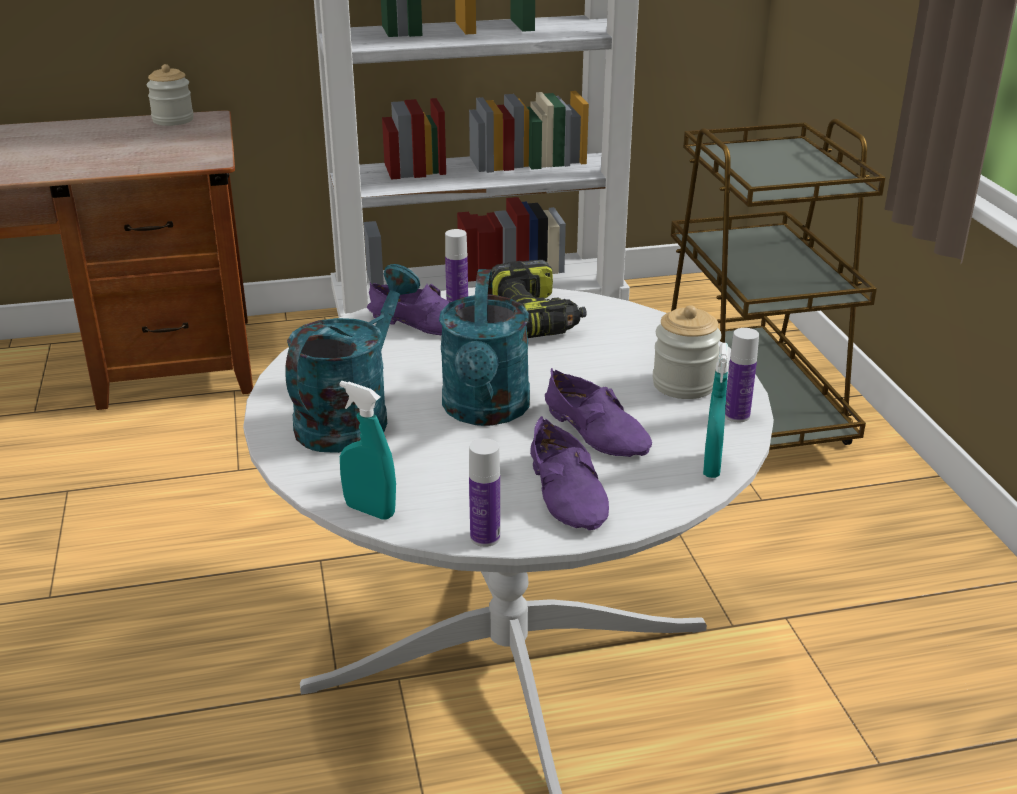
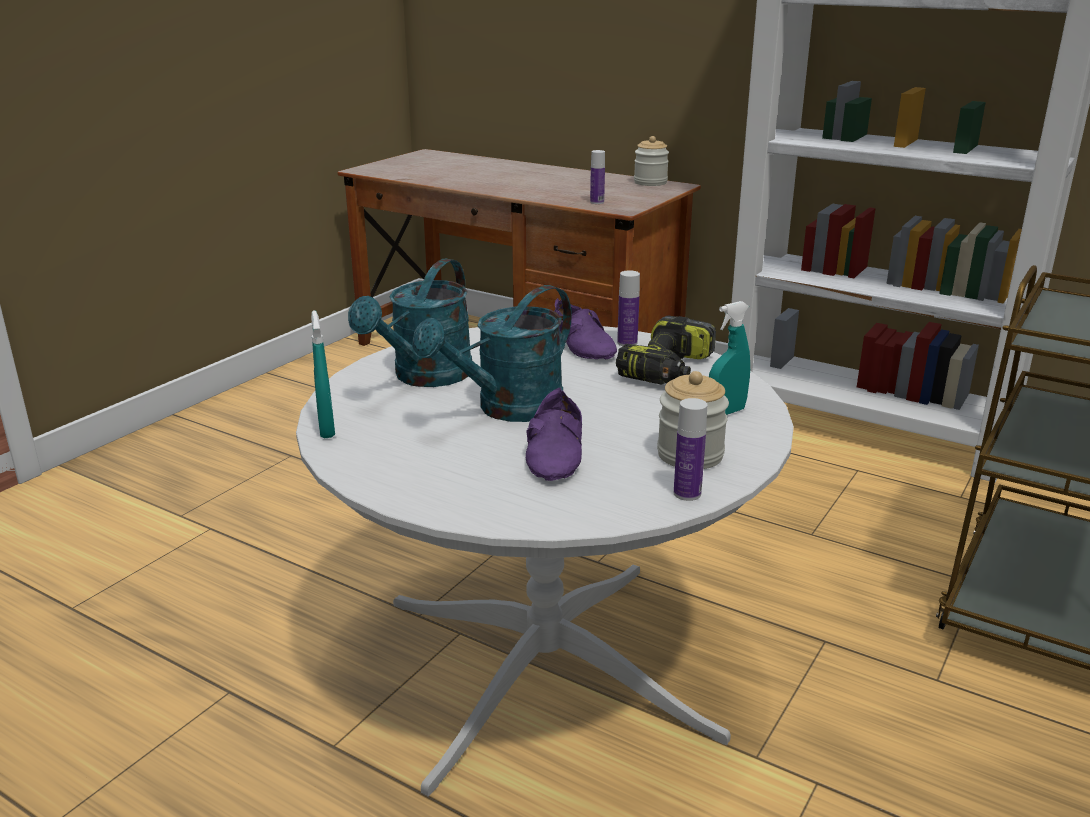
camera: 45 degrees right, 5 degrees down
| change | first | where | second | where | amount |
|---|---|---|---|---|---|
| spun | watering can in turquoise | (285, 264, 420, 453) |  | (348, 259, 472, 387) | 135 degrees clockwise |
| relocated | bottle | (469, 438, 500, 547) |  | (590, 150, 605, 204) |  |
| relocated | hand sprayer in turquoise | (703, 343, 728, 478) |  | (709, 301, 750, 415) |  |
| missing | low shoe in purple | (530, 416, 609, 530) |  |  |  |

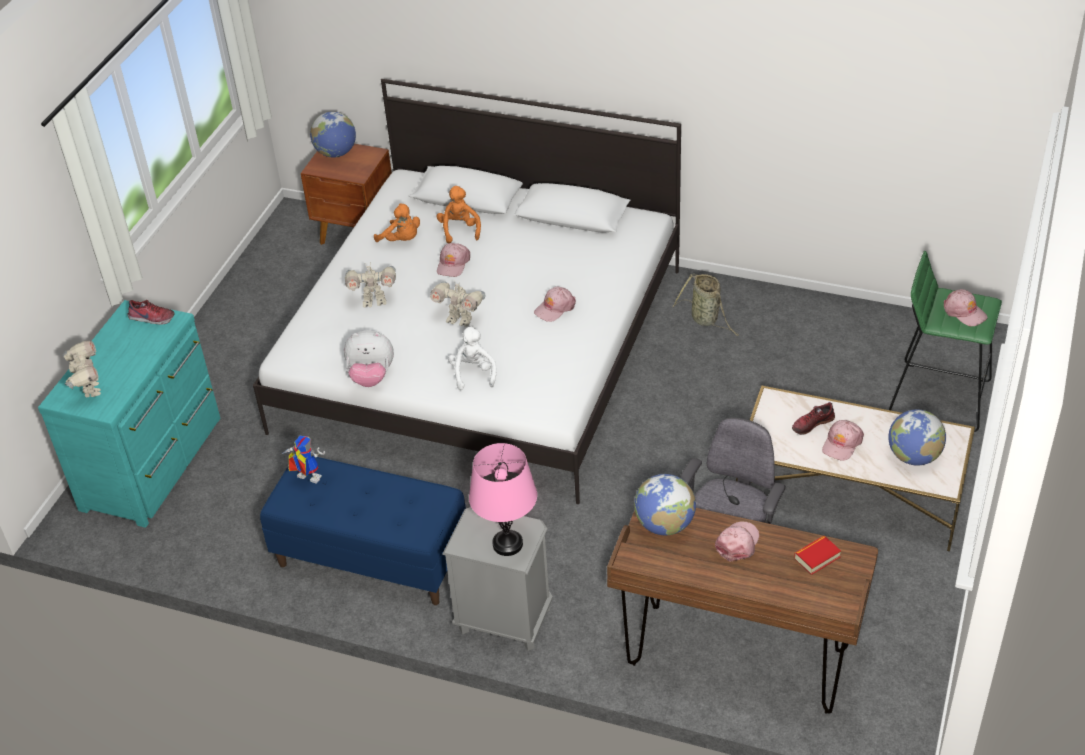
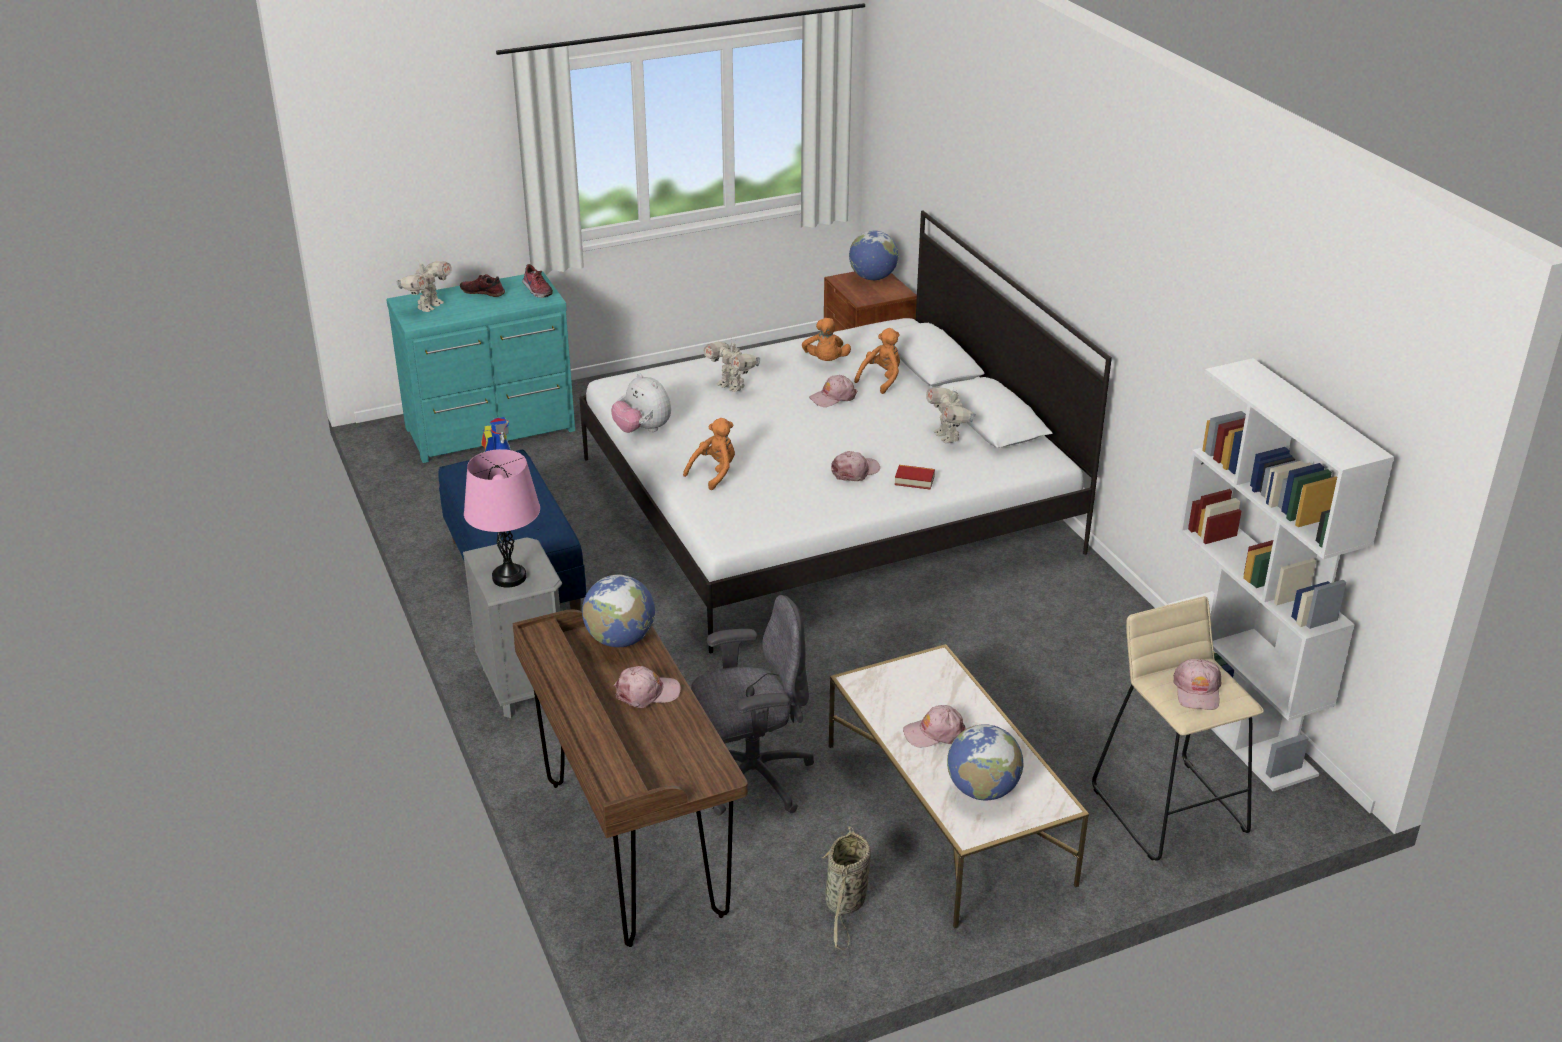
camera: 45 degrees right, 10 degrees down
| change | first | where | second | where | amount |
|---|---|---|---|---|---|
| relocated | low shoe | (792, 402, 835, 435) |  | (460, 274, 505, 297) |  |
| colour | plush toy in whitish | (448, 326, 497, 390) | plush toy in orange-coloured | (683, 418, 735, 490) |  |
| relocated | storage basket | (673, 274, 739, 336) |  | (822, 826, 871, 950) |  |
| spun | baseball cap in pink-coloured | (534, 286, 576, 322) |  | (831, 451, 880, 481) | 135 degrees clockwise |
| relocated | volume | (794, 536, 841, 575) |  | (895, 465, 935, 490) |  |
| relocated | toy robot | (430, 281, 485, 327) |  | (926, 387, 976, 443) |  |
| colour | stool seat in greenish | (889, 251, 1002, 432) | stool seat in beige | (1092, 596, 1264, 861) |  |
| appeared |  |  | bookshelf in whitish | (1168, 358, 1394, 791) |  |

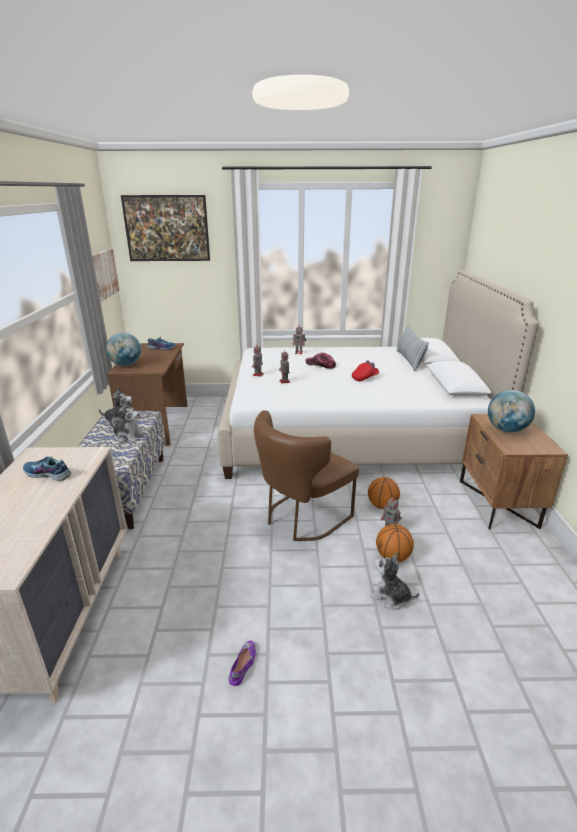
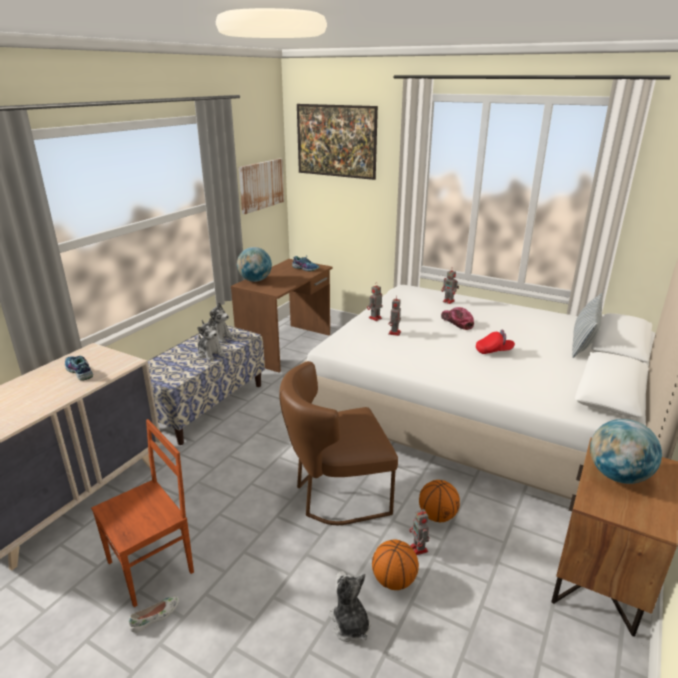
camera: 30 degrees right, 0 degrees up
| change | first | where | second | where | amount |
|---|---|---|---|---|---|
| appeared |  |  | upright chair in brown-coloured | (91, 419, 194, 607) |  |
| colour | low shoe in purple | (229, 640, 256, 686) | low shoe in whitish | (129, 596, 179, 633) |  |

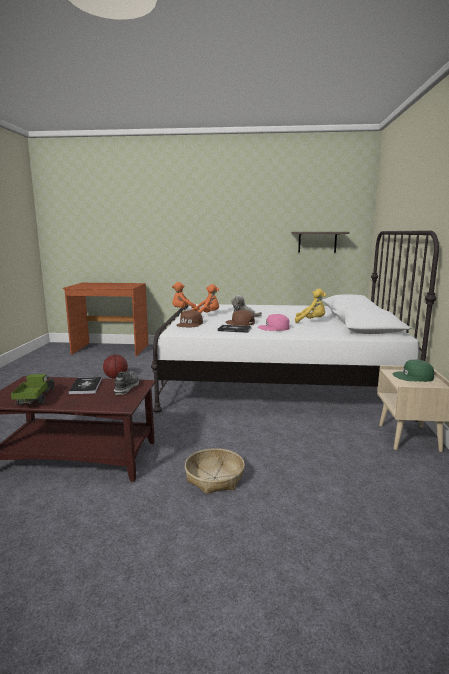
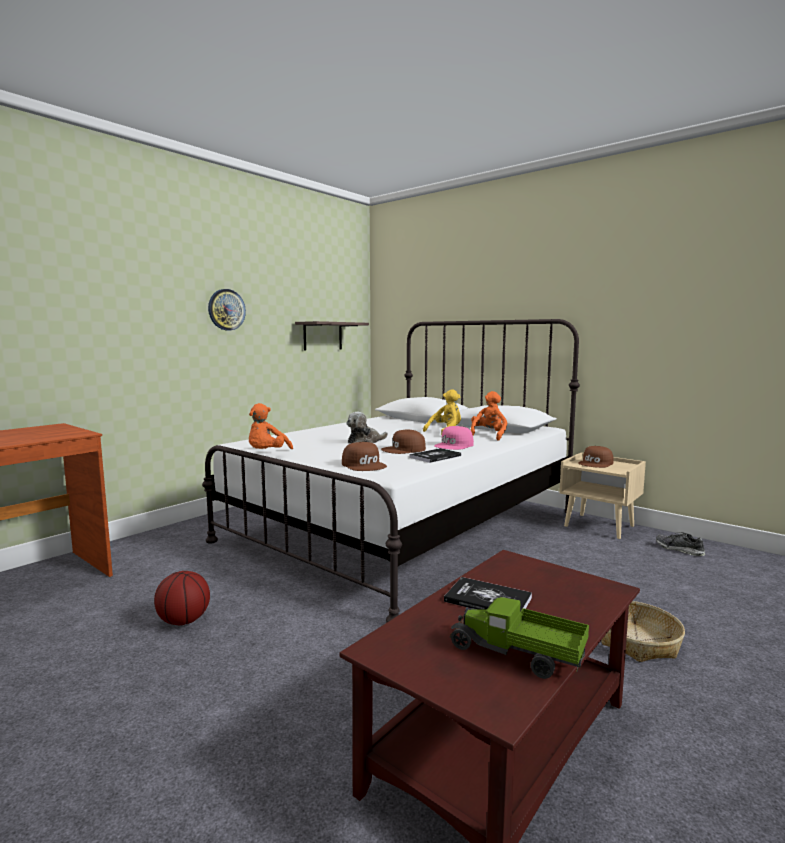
camera: 55 degrees left, 5 degrees down
| change | first | where | second | where | amount |
|---|---|---|---|---|---|
| appeared |  |  | wall clock | (208, 289, 246, 330) |  |
| relocated | plush toy in orange-coloured | (191, 284, 219, 313) |  | (470, 391, 507, 441) |  |
| colour | baseball cap in greenish | (393, 360, 434, 382) | baseball cap in brown-coloured | (579, 446, 614, 468) |  |
| relocated | low shoe | (114, 371, 139, 395) |  | (656, 532, 705, 556) |  |

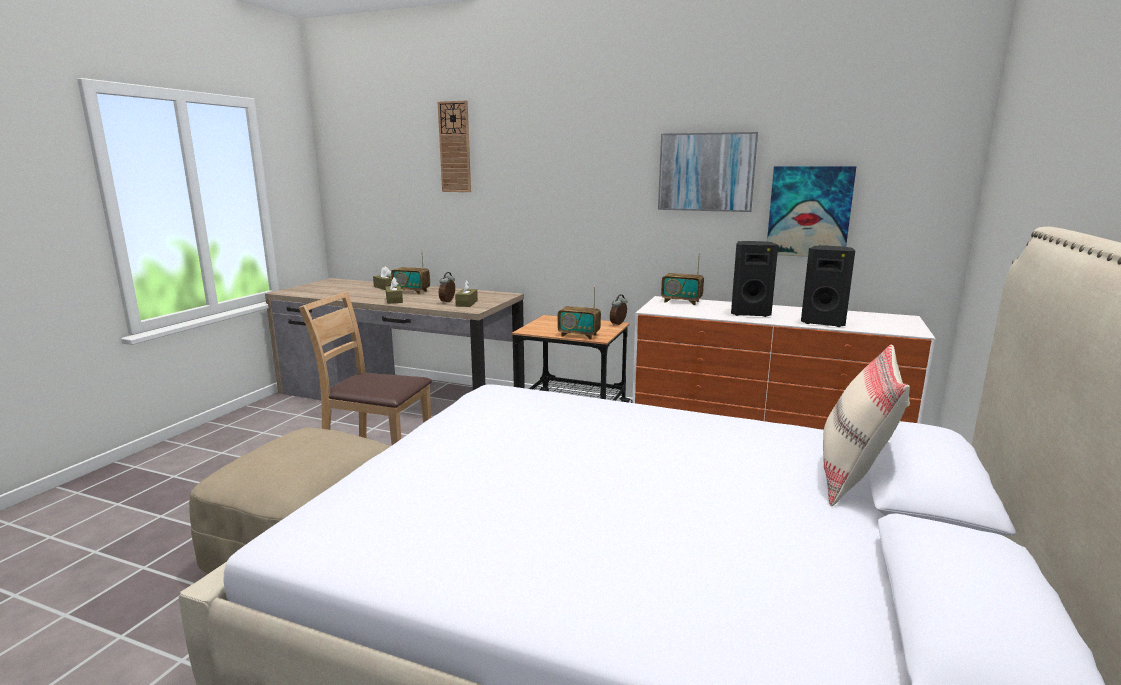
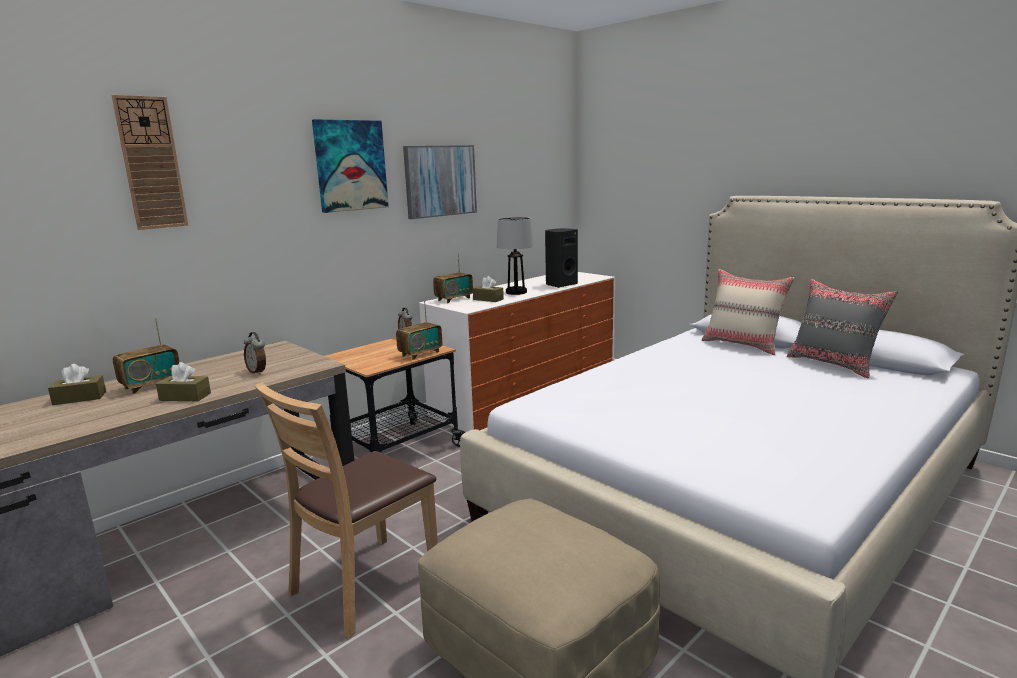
camera: 65 degrees left, 0 degrees up
| change | first | where | second | where | amount |
|---|---|---|---|---|---|
| relocated | wall art | (767, 166, 856, 257) |  | (312, 119, 389, 213) |  |
| relocated | tissue holder in brown-coloured | (455, 280, 478, 307) |  | (473, 276, 504, 302) |  |
| exchanged | loudspeaker in blackish | (731, 241, 778, 317) | tabletop lamp | (497, 217, 533, 295) |  |
| appeared |  |  | pillow in gray | (787, 279, 898, 379) |  |

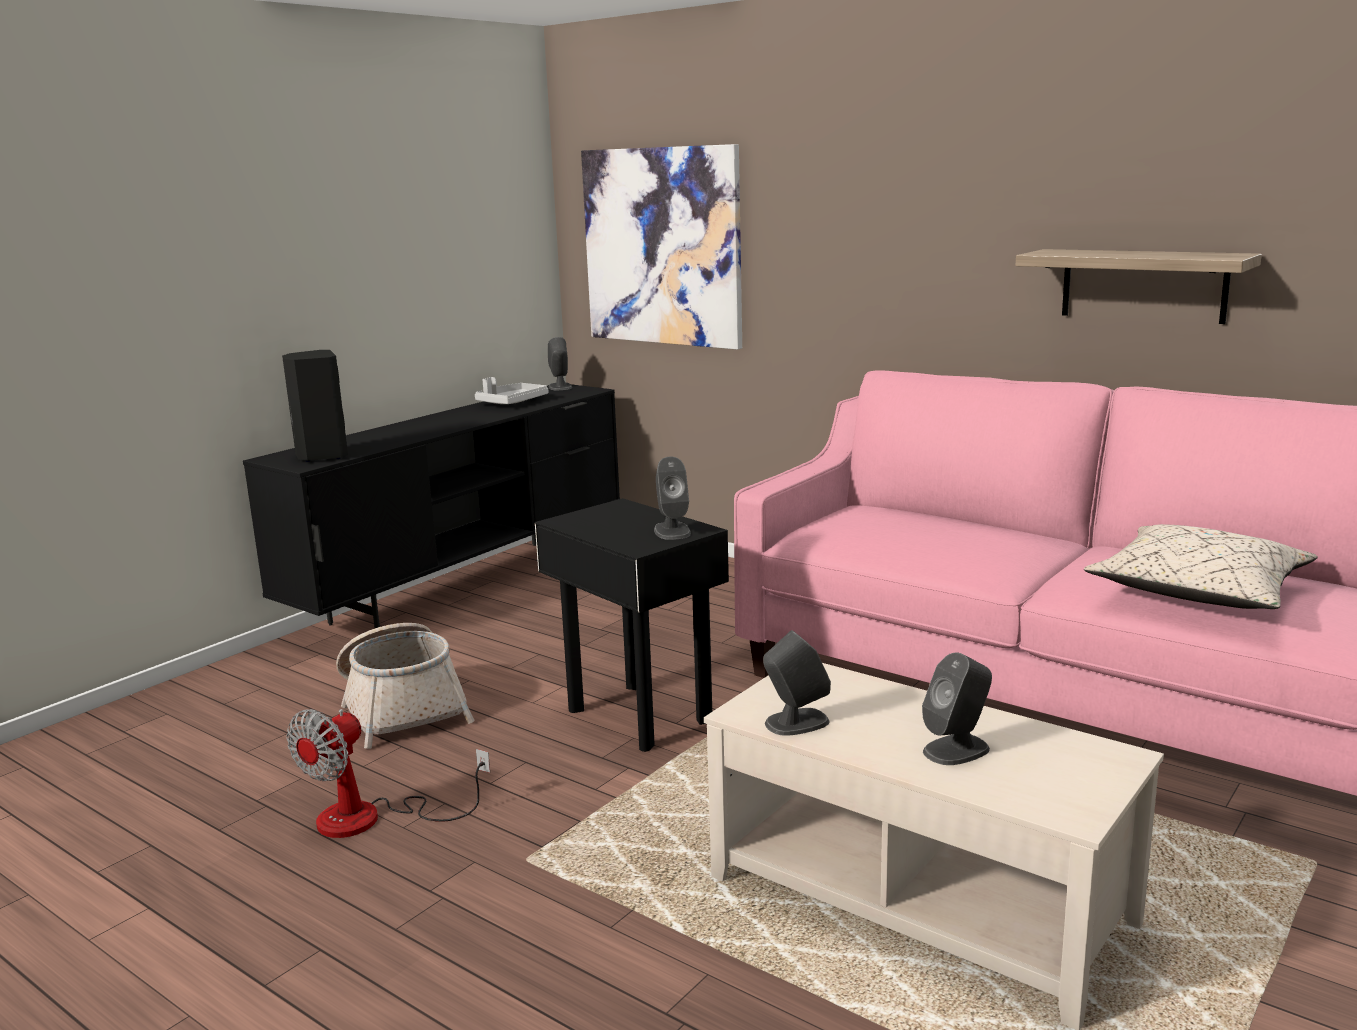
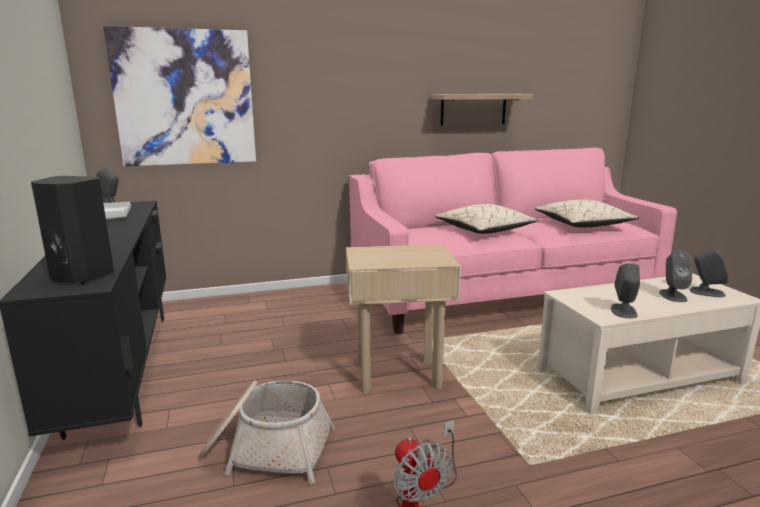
camera: 55 degrees left, 0 degrees up
| change | first | where | second | where | amount |
|---|---|---|---|---|---|
| colour | end table in blackish | (535, 498, 729, 752) | end table in beige | (346, 244, 461, 393) |  |
| appeared |  |  | pillow in beige | (435, 204, 539, 234) |  |
| relocated | loudspeaker in gray | (654, 457, 691, 540) |  | (690, 247, 728, 297) |  |

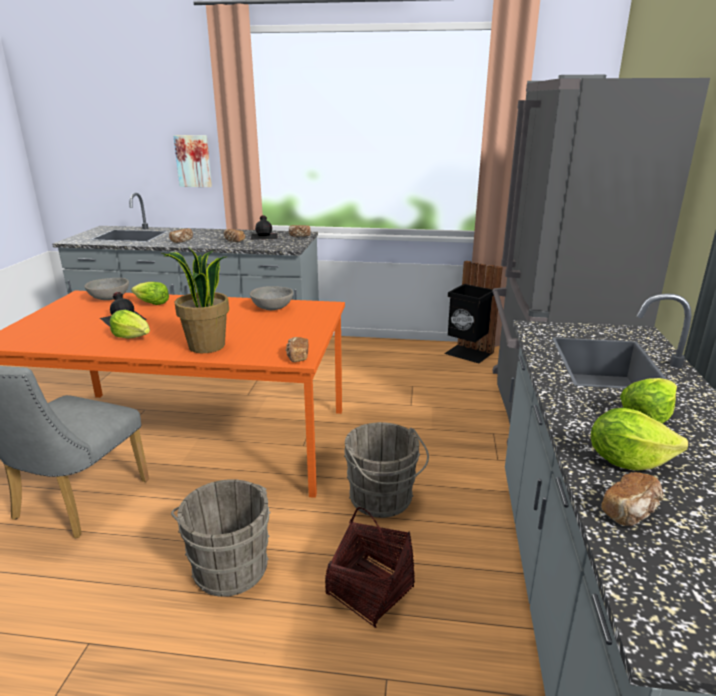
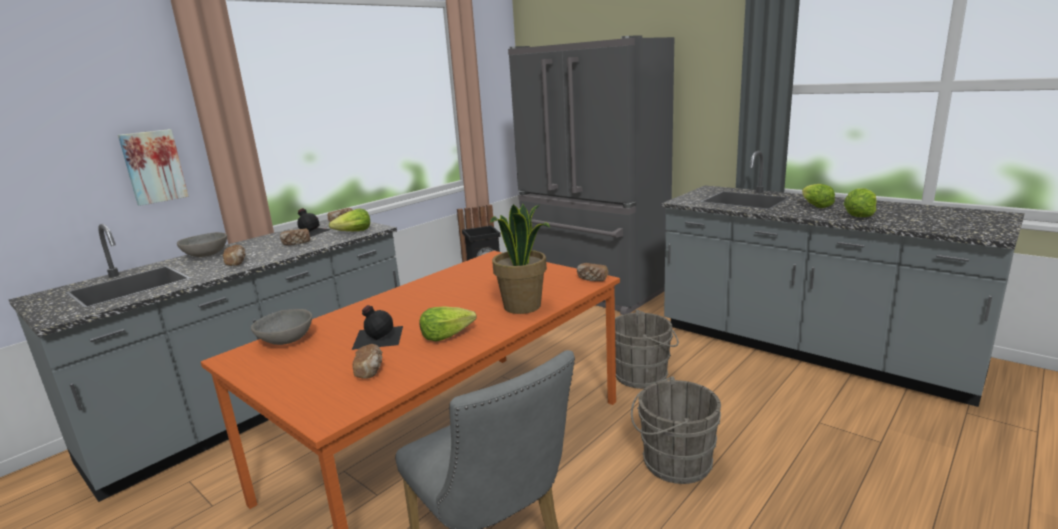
camera: 55 degrees left, 5 degrees down
| change | first | where | second | where | amount |
|---|---|---|---|---|---|
| relocated | bowl in gray | (250, 286, 293, 310) |  | (177, 232, 227, 257) |  |
| relocated | lettuce | (131, 282, 169, 305) |  | (329, 208, 370, 231) |  |
| relocated | bread | (601, 472, 664, 526) |  | (352, 344, 383, 379) |  |
| missing | storage basket | (325, 507, 415, 628) |  |  |  |

